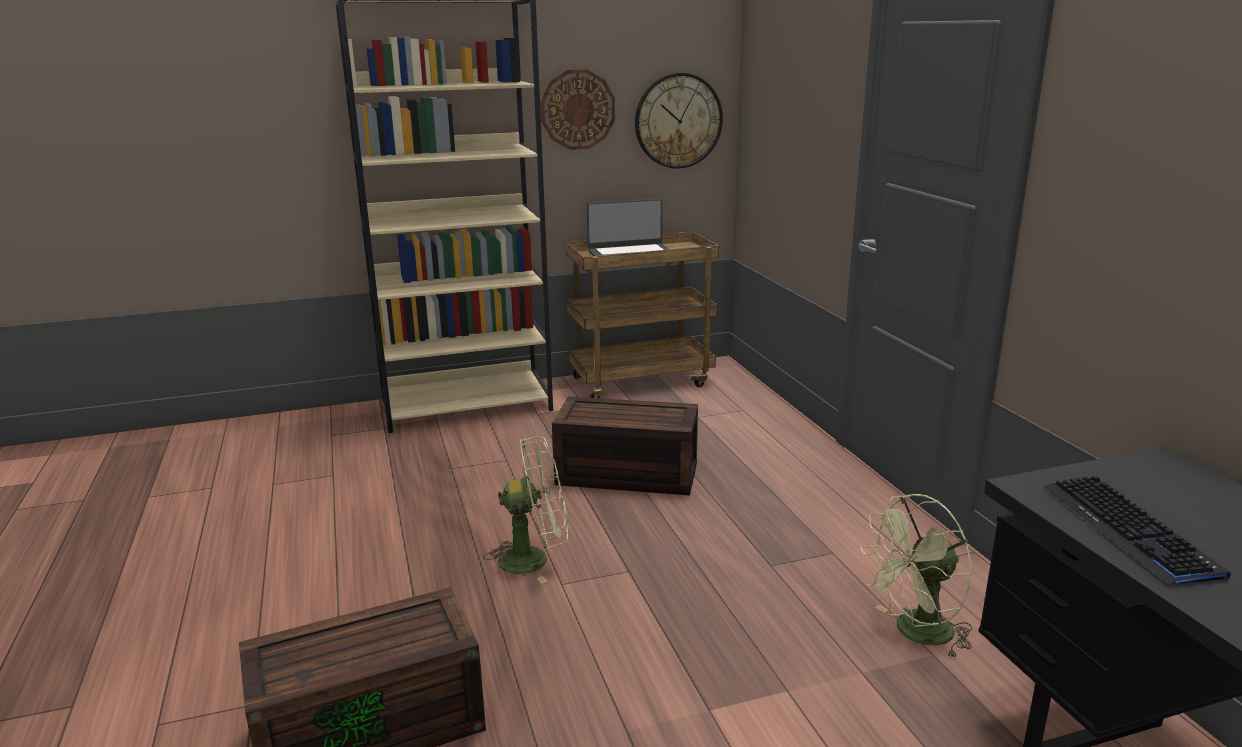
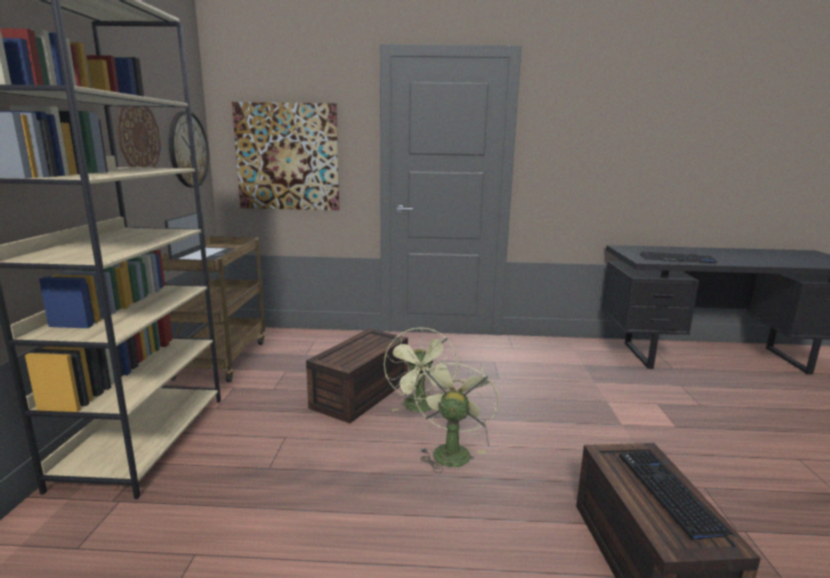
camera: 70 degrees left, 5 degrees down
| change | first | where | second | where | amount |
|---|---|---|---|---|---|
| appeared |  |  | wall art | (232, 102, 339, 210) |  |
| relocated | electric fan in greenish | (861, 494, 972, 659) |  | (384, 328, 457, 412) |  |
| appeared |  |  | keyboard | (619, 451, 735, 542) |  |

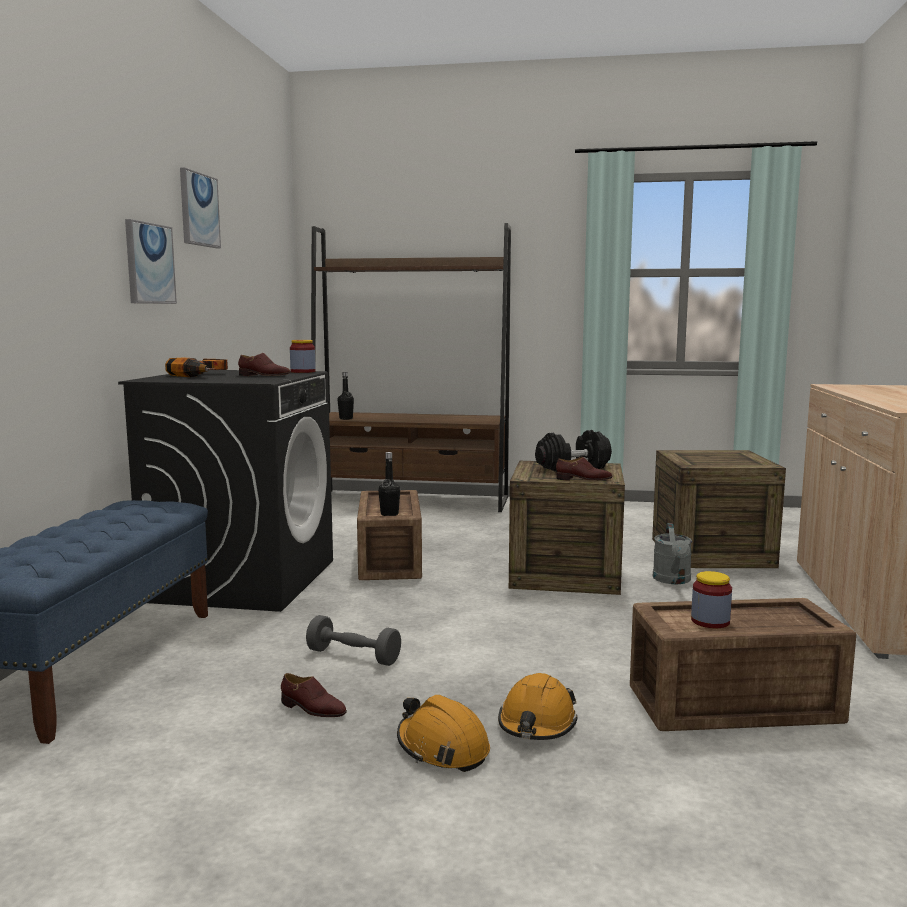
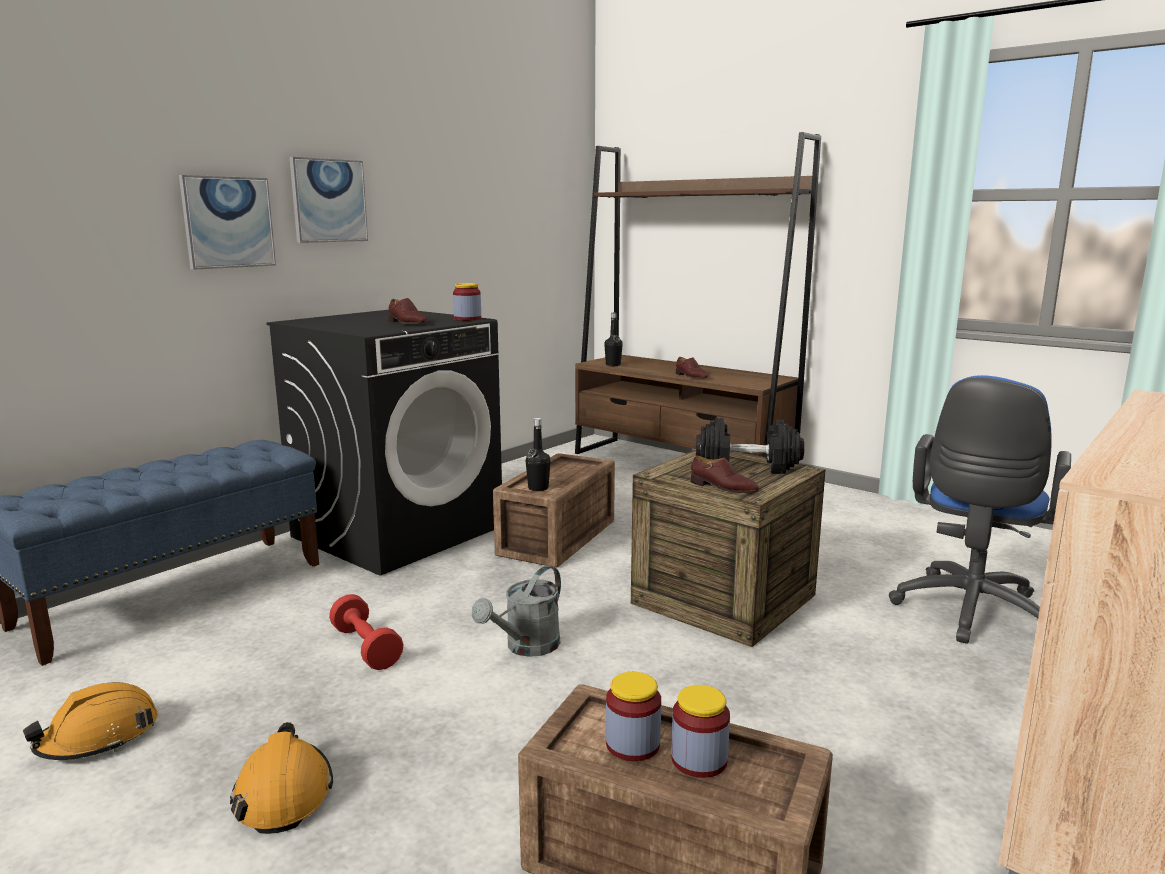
camera: 30 degrees right, 5 degrees up
| change | first | where | second | where | amount |
|---|---|---|---|---|---|
| relocated | safety helmet in orange-coloured | (498, 673, 578, 740) |  | (23, 682, 158, 760) |  |
| relocated | wall art | (180, 167, 221, 248) |  | (179, 175, 276, 270) |  |
| colour | dumbbell in gray | (306, 615, 401, 666) | dumbbell in red-coloured | (329, 594, 403, 670) |  |
| relocated | watering can in gray | (653, 523, 692, 584) |  | (472, 566, 561, 657) |  |
| appeared |  |  | preserve jar | (671, 685, 730, 778) |  |
| relocated | low shoe in brown-coloured | (281, 673, 347, 717) |  | (676, 357, 708, 379) |  |
| exchanged | crate | (652, 450, 786, 568) | computer chair in blue-coloured | (889, 375, 1071, 644) |  |
| missing | power drill | (165, 358, 228, 377) |  |  |  |

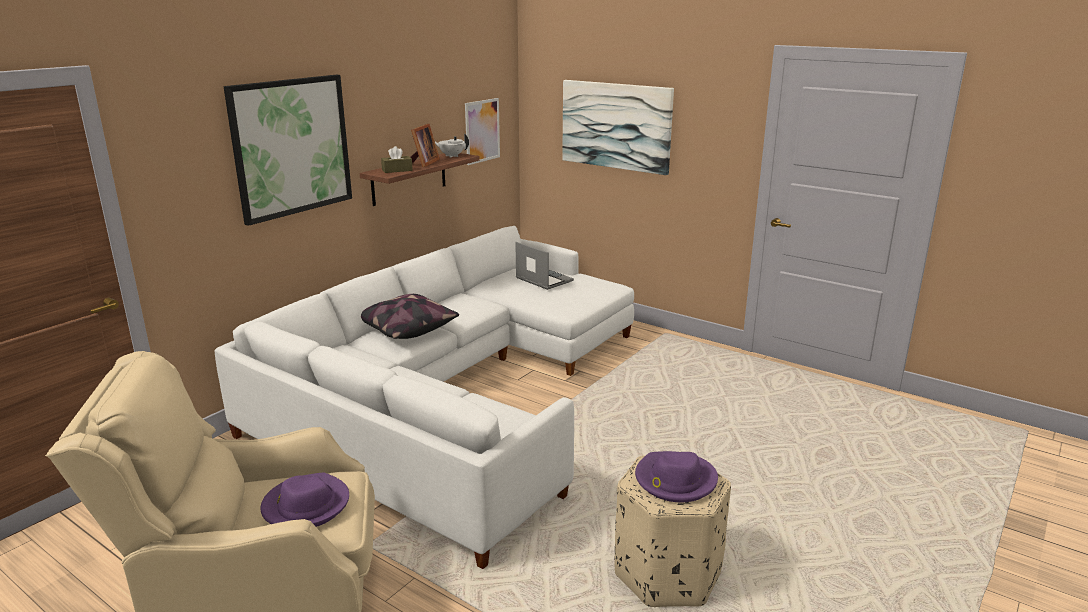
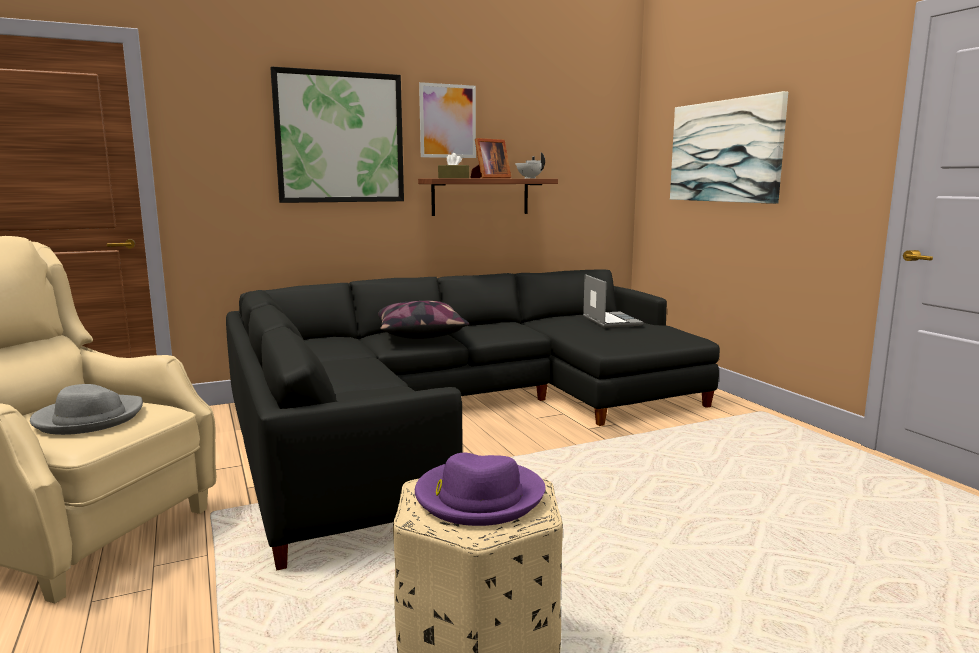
camera: 30 degrees right, 10 degrees down
| change | first | where | second | where | amount |
|---|---|---|---|---|---|
| colour | wearable hat in purple | (260, 473, 349, 527) | wearable hat in gray | (30, 384, 143, 435) |  |
| colour | couch in whitish | (214, 226, 634, 569) | couch in blackish | (226, 269, 720, 571) |  |
| relocated | wall art | (465, 98, 500, 165) |  | (419, 82, 476, 158) |  |

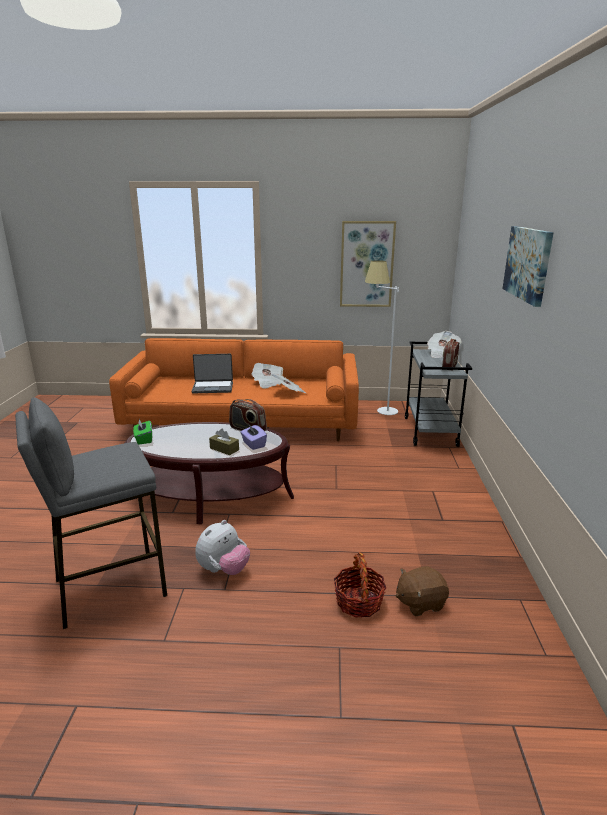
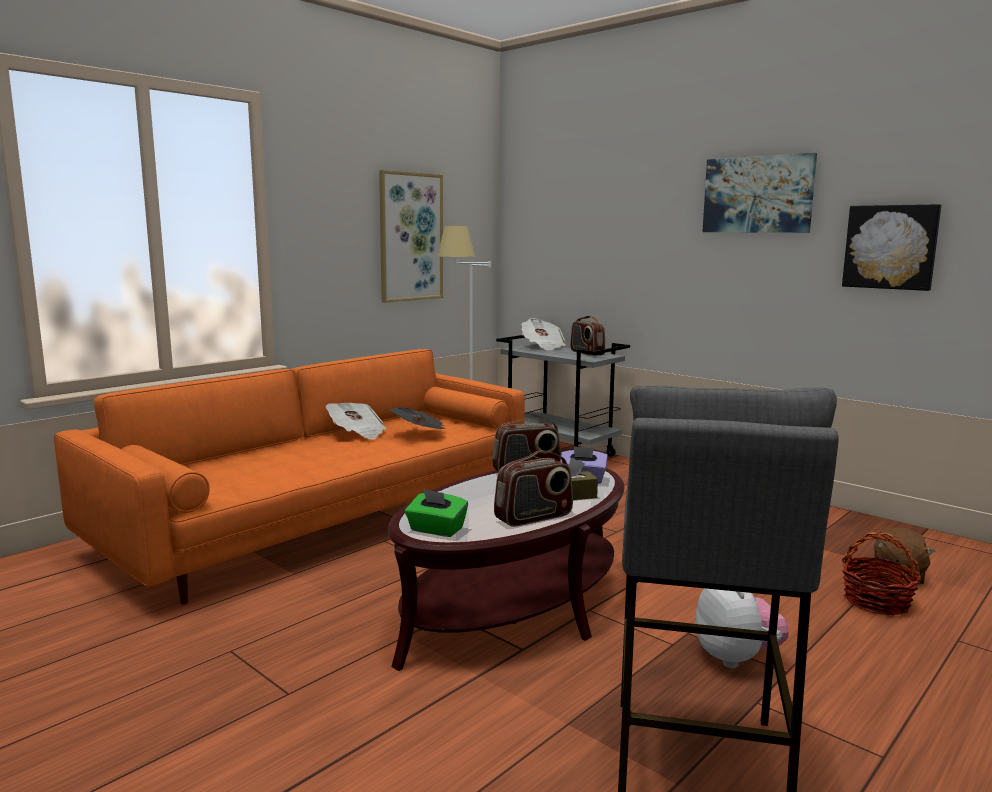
camera: 50 degrees left, 10 degrees down
| change | first | where | second | where | amount |
|---|---|---|---|---|---|
| appeared |  |  | radio | (494, 451, 573, 527) |  |
| appeared |  |  | wall art | (842, 204, 941, 291) |  |
| missing | notebook computer | (192, 354, 233, 393) |  |  |  |

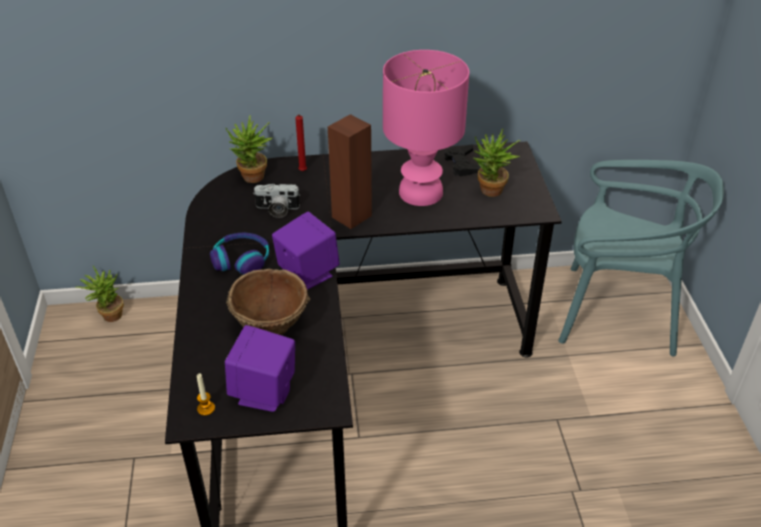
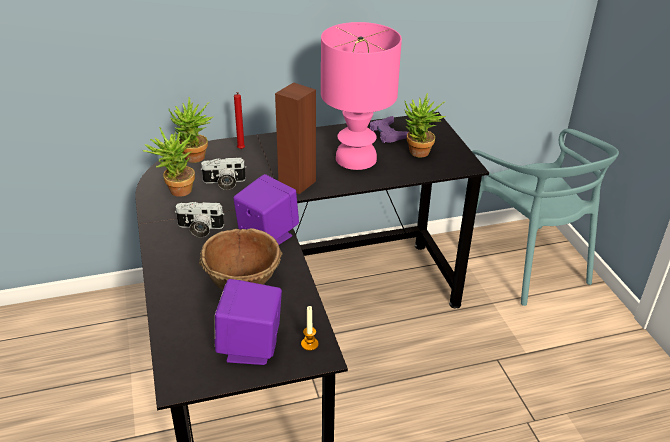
camera: 10 degrees left, 5 degrees down
| change | first | where | second | where | amount |
|---|---|---|---|---|---|
| relocated | potted plant | (75, 266, 124, 322) |  | (143, 127, 195, 197) |  |
| exchanged | pair of headphones | (210, 233, 269, 274) | photo camera | (175, 202, 224, 237) |  |
| relocated | candle | (197, 373, 215, 416) |  | (301, 306, 318, 351) |  |
| colour | gamepad in blackish | (445, 144, 481, 176) | gamepad in purple | (370, 116, 408, 143) |  |
| spun | upright chair in turquoise | (558, 160, 724, 356) |  | (472, 129, 619, 306) | 60 degrees clockwise |

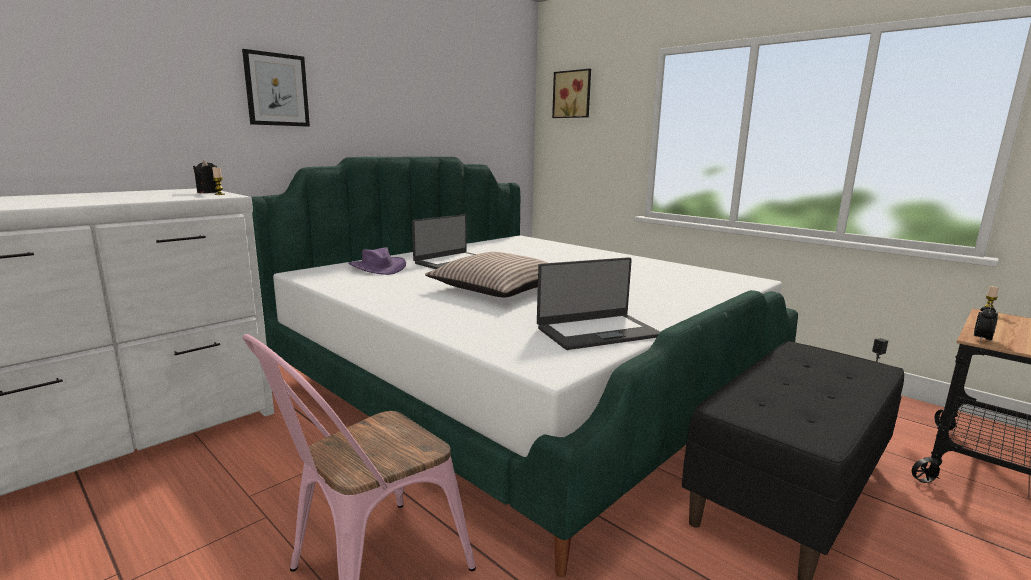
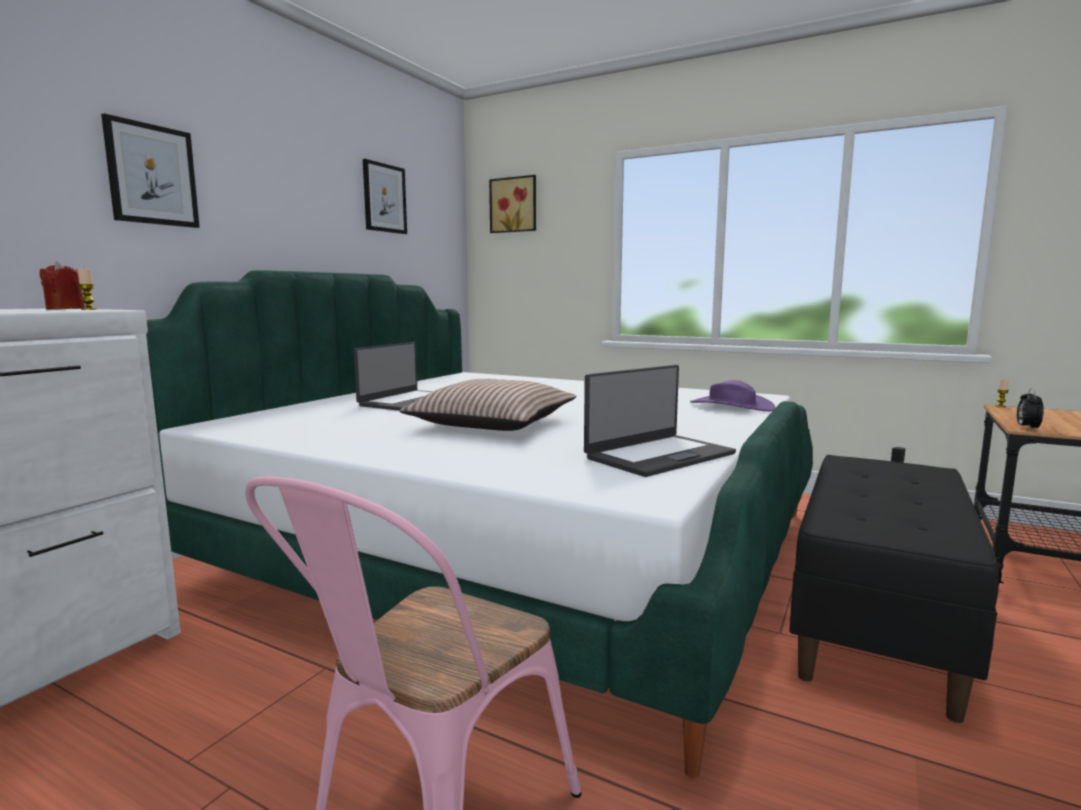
camera: 15 degrees left, 5 degrees down
| change | first | where | second | where | amount |
|---|---|---|---|---|---|
| colour | candle in blackish | (193, 160, 218, 193) | candle in red-coloured | (39, 261, 85, 309) |  |
| appeared |  |  | wall art | (363, 159, 407, 234) |  |
| relocated | wearable hat in purple | (348, 247, 406, 275) |  | (690, 380, 776, 411) |  |

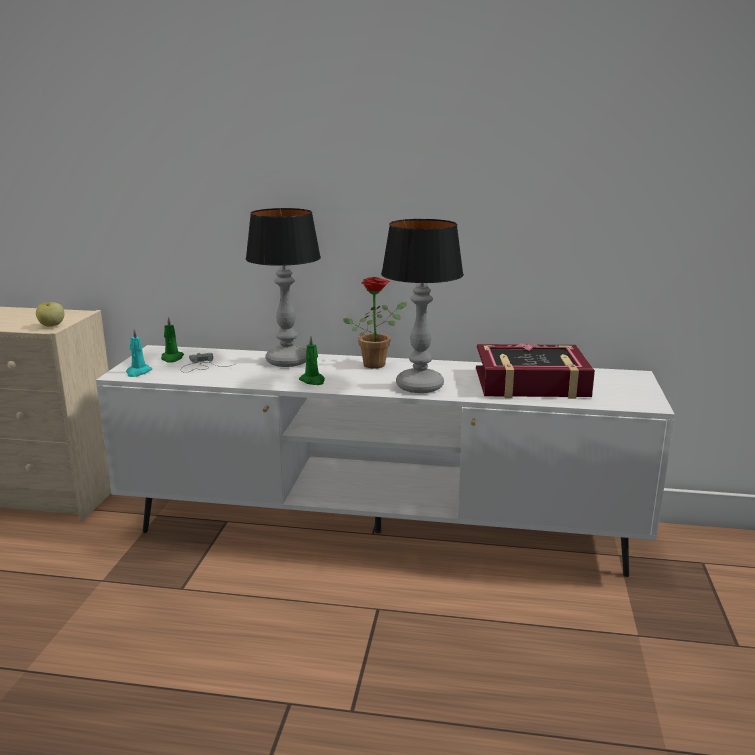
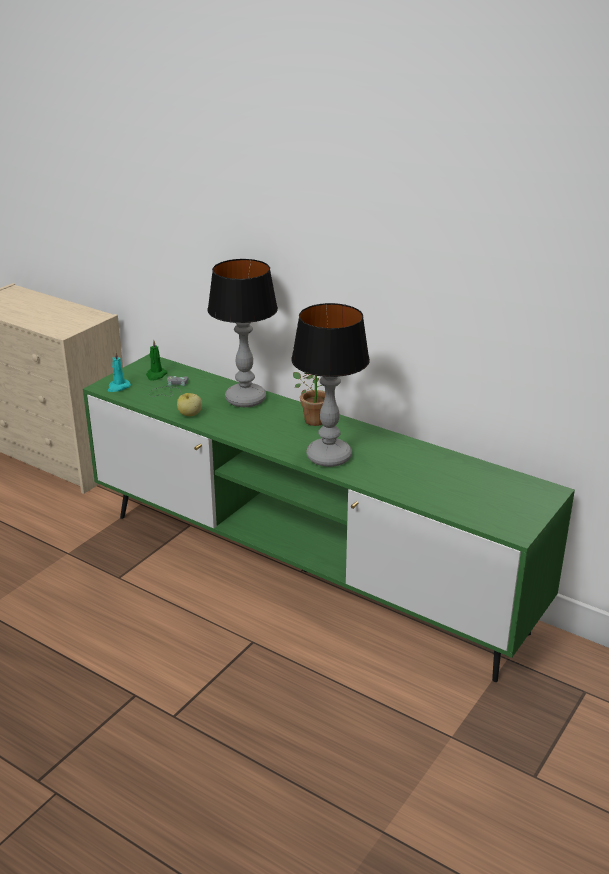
camera: 25 degrees right, 10 degrees up
| change | first | where | second | where | amount |
|---|---|---|---|---|---|
| colour | tv unit in whitish | (96, 345, 675, 577) | tv unit in greenish | (83, 354, 575, 682) |  |
| relocated | apple | (36, 302, 64, 327) |  | (177, 393, 202, 416) |  |
| missing | candle in greenish | (299, 336, 325, 385) |  |  |  |
| missing | volume | (476, 343, 595, 399) |  |  |  |

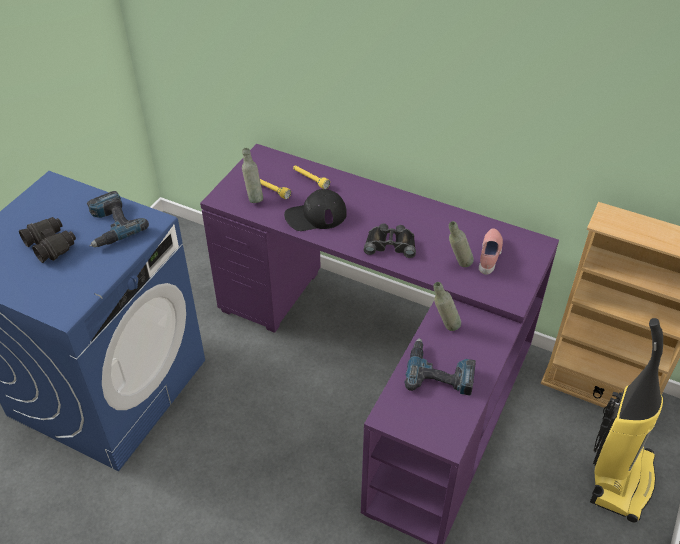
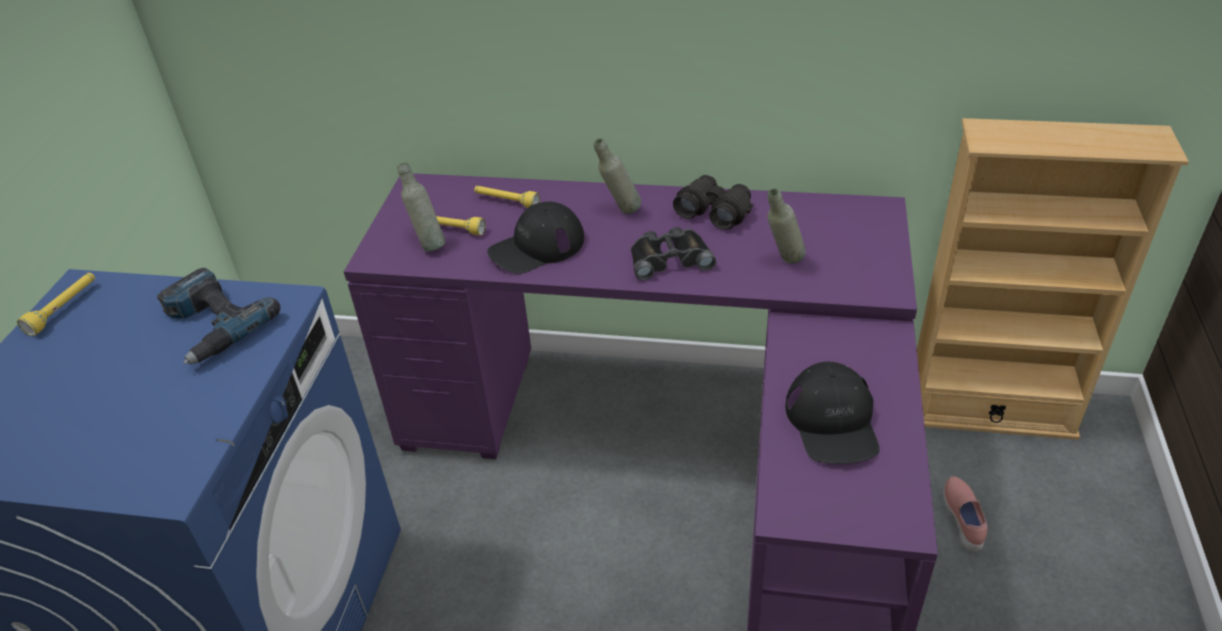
camera: 15 degrees left, 5 degrees down
| change | first | where | second | where | amount |
|---|---|---|---|---|---|
| appeared |  |  | hand torch in yellow-coloured | (17, 273, 95, 336) |  |
| relocated | bottle in gray | (433, 282, 461, 331) |  | (594, 138, 641, 214) |  |
| relocated | field glasses in blackish | (19, 217, 76, 263) |  | (673, 175, 753, 230) |  |
| exchanged | power drill | (405, 338, 476, 396) | baseball cap in blackish | (785, 362, 880, 464) |  |
| relocated | low shoe in pink-coloured | (479, 228, 503, 275) |  | (943, 477, 988, 552) |  |
| missing | vacuum cleaner | (590, 318, 663, 522) |  |  |  |

